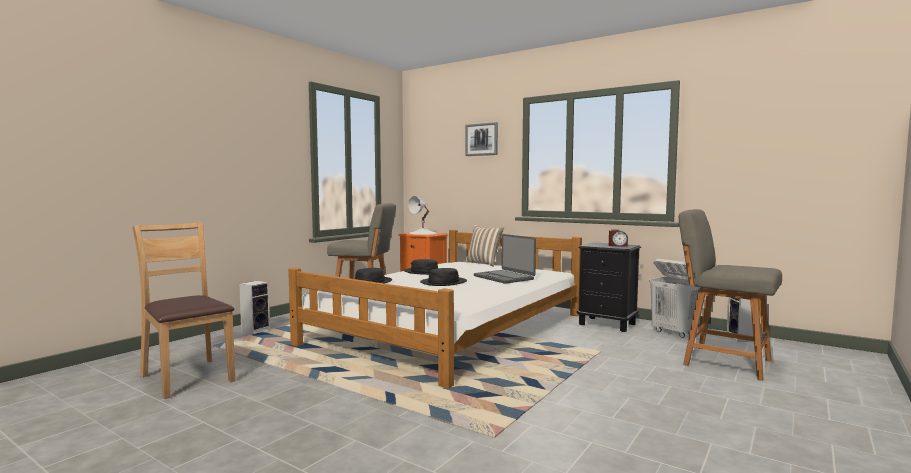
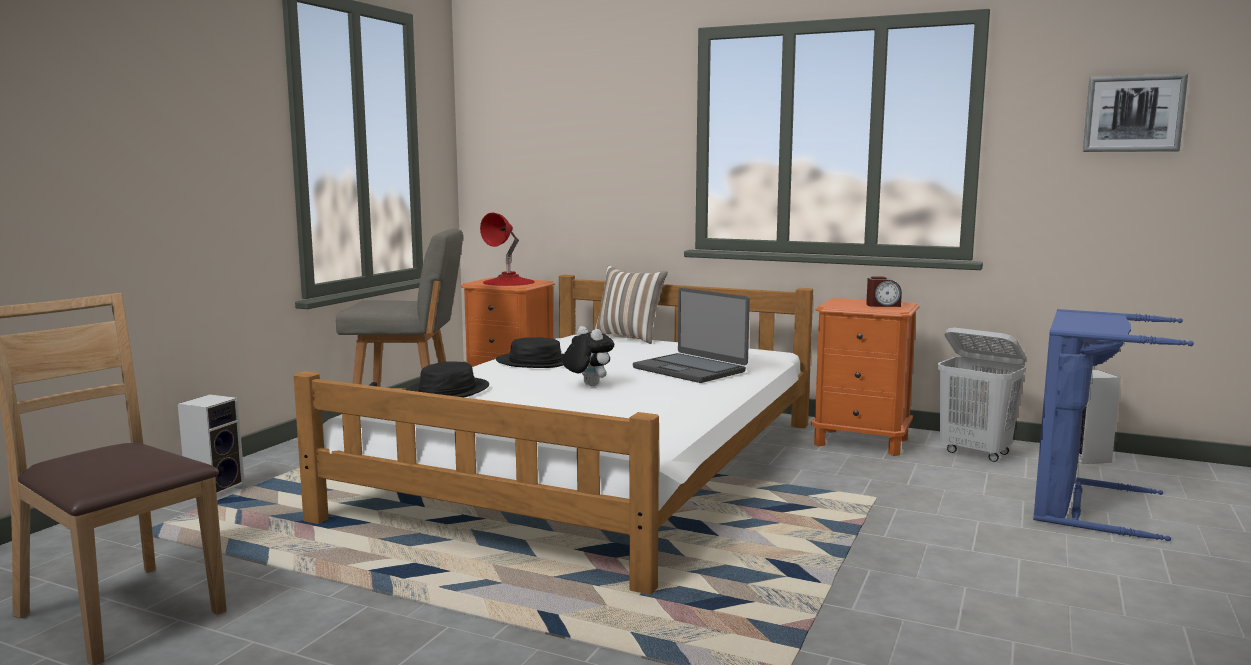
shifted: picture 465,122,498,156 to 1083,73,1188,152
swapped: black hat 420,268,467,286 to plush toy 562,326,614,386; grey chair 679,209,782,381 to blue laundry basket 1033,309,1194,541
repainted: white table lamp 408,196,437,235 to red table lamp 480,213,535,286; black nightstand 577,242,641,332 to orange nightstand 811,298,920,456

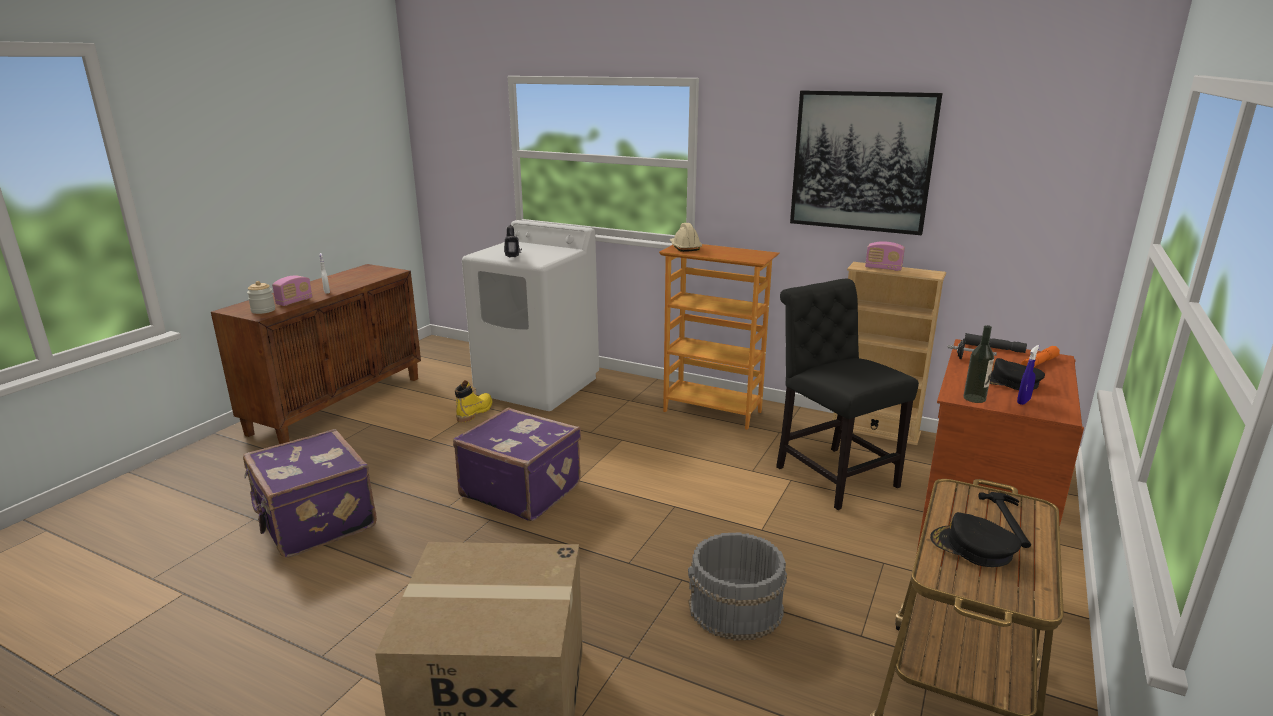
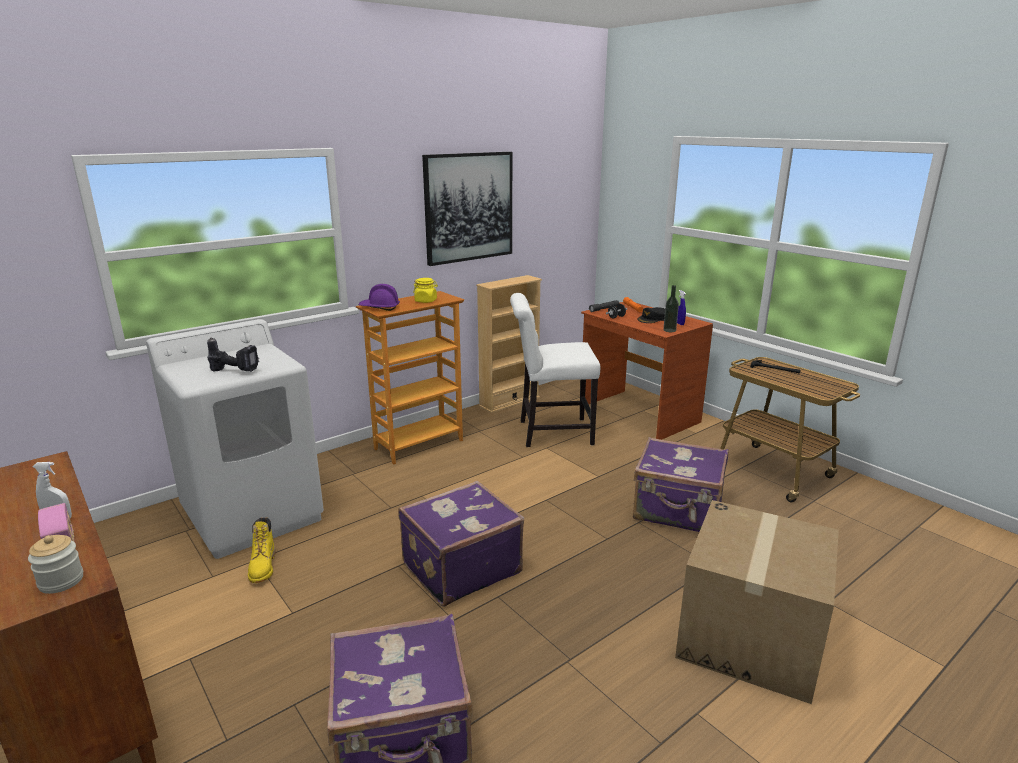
gone: radio 865,241,905,271; black cap 930,512,1022,567
new: yellow jar 413,278,438,303
swapped: grey bucket 688,532,787,641 to purple suitcase 633,437,728,532
repainted: beige hard hat 670,223,702,252 to purple hard hat 358,284,400,311; black chair 776,279,919,510 to white chair 510,293,600,447
rotated: yellow boot 455,380,492,423 = 248,517,276,583 150 degrees counterclockwise

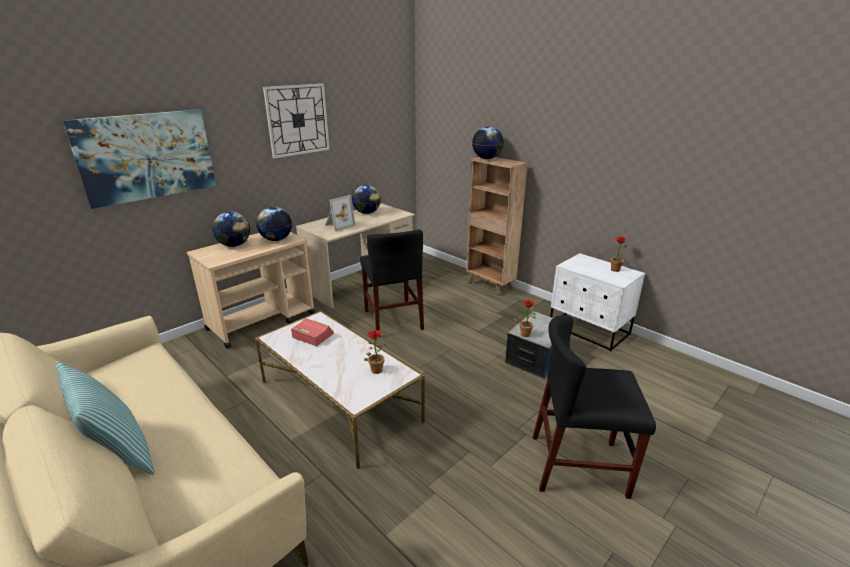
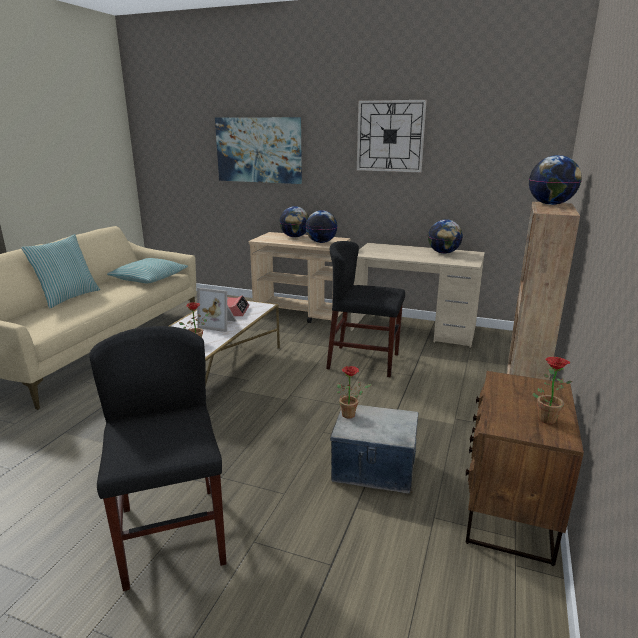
new: pillow 107,258,188,283
shifted: picture frame 325,195,356,231 to 197,288,236,332
repainted: white nightstand 550,253,645,351 to brown nightstand 466,371,584,566
rotated: black chair 360,230,424,337 = 326,241,405,377 60 degrees clockwise

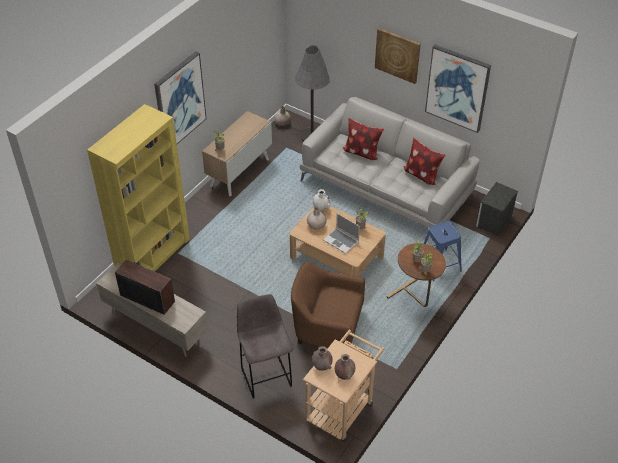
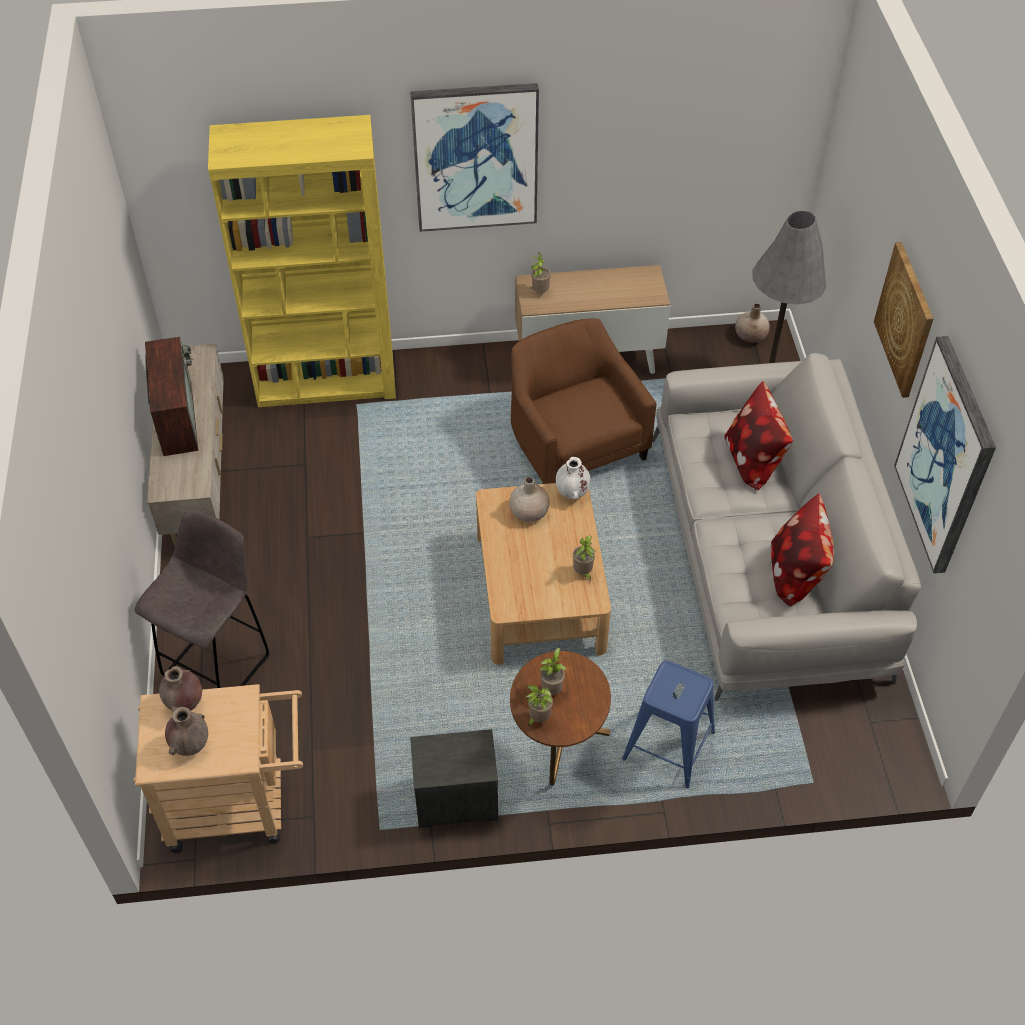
gone: laptop 323,213,360,254
shifted: brown armchair 291,261,365,348 to 511,318,657,484; nightstand 476,182,518,236 to 410,729,498,828

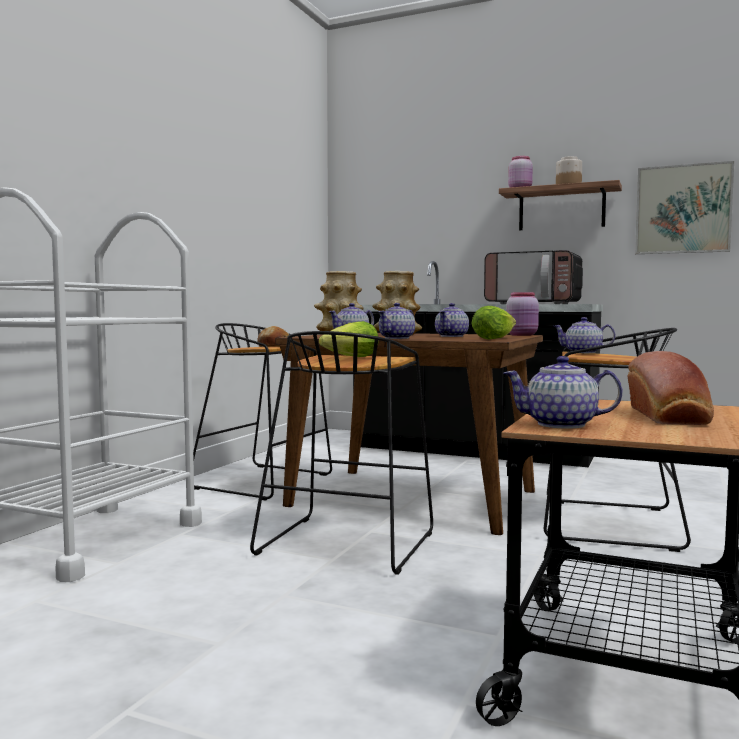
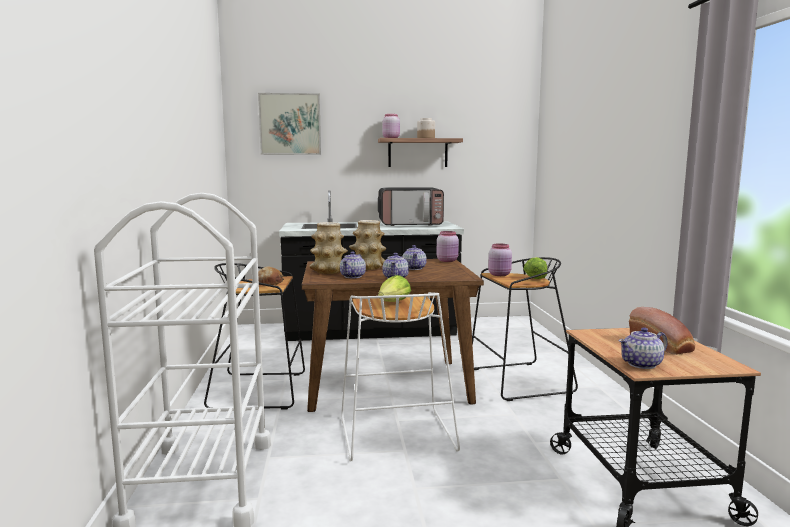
shifted: lettuce 471,306,516,340 to 523,257,547,279; picture 635,161,734,254 to 258,93,321,155
swapped: teapot 553,317,616,353 to pink jar 488,244,512,276
repainted: black stool 250,331,433,575 to white stool 341,292,460,462

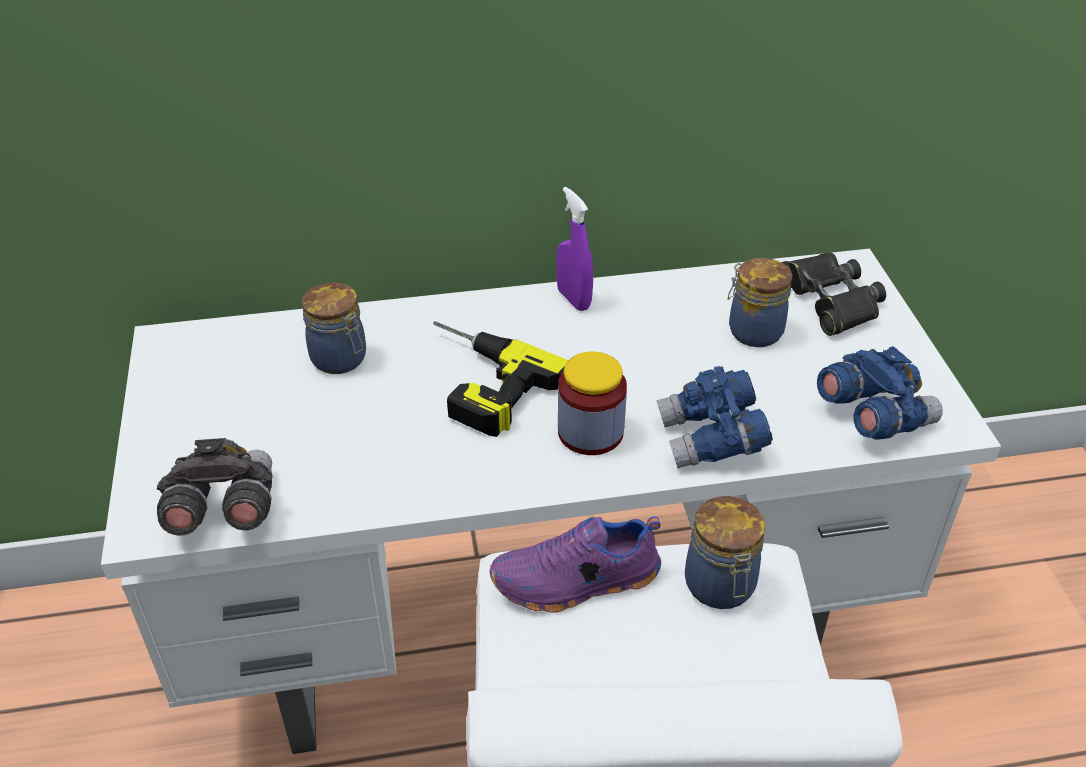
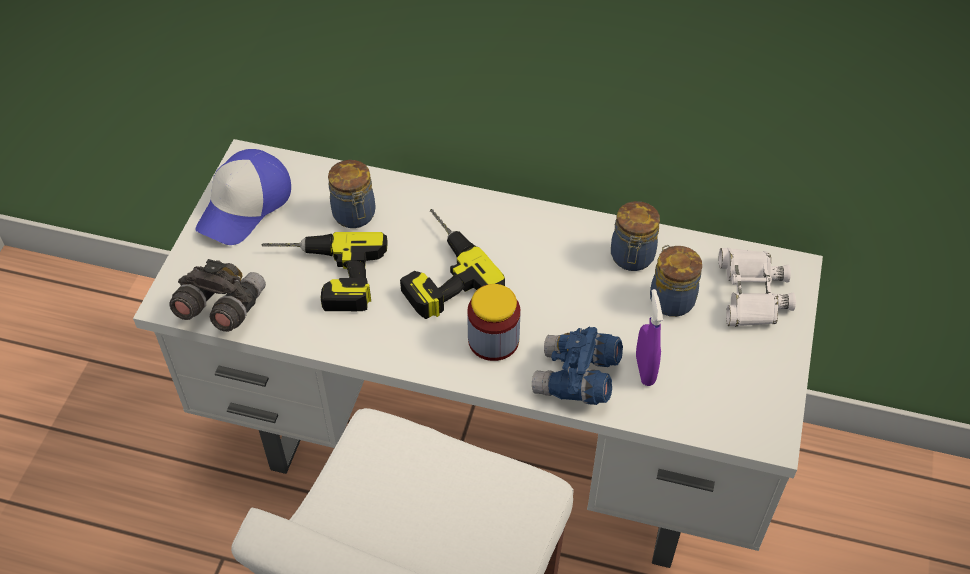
gone: purple shoe 490,516,661,613; blue binoculars 817,346,943,440
new: cap 196,149,291,245; power drill 262,232,388,311
shifted: purple spray bottle 556,187,593,311 to 636,289,663,386; jar 685,496,765,609 to 611,201,660,271
repainted: black binoculars 781,253,886,336 to white binoculars 719,248,796,327

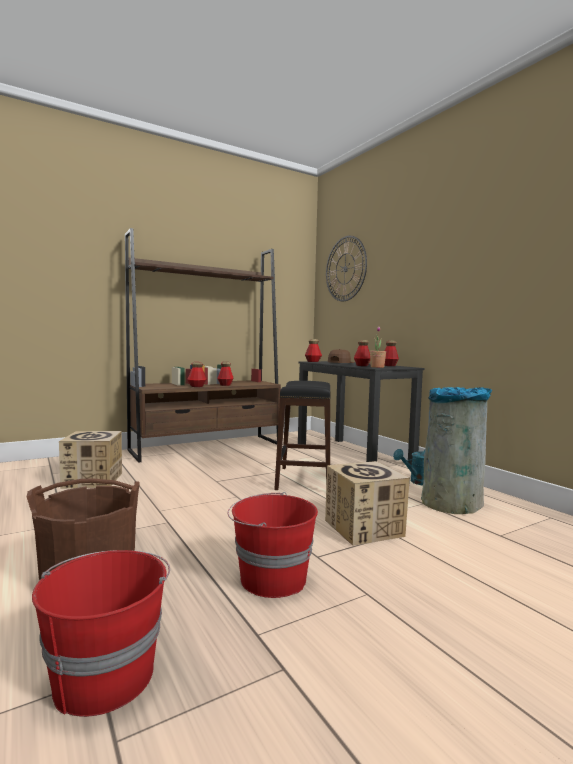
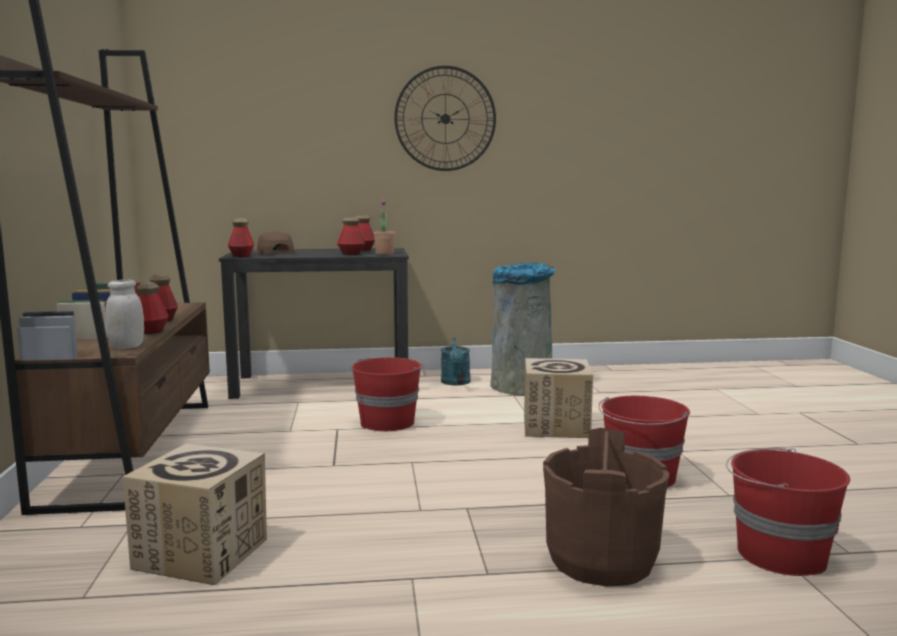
new: white jar 105,279,144,350
shifted: wall clock 326,236,367,301 to 394,66,496,171
swapped: black stool 274,381,330,490 to red bucket 351,357,424,431

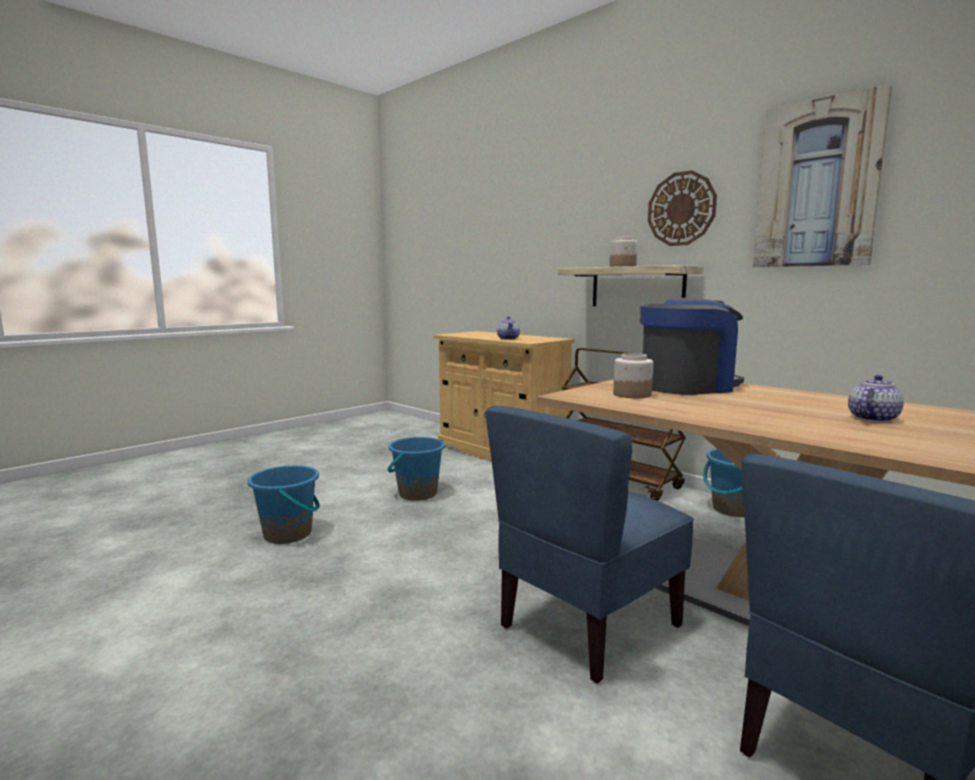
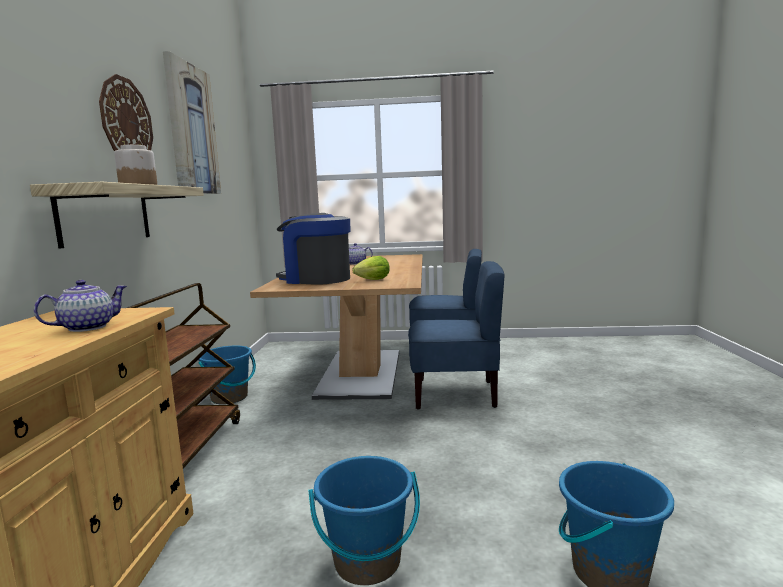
swapped: jar 613,353,653,398 to lettuce 352,256,390,280

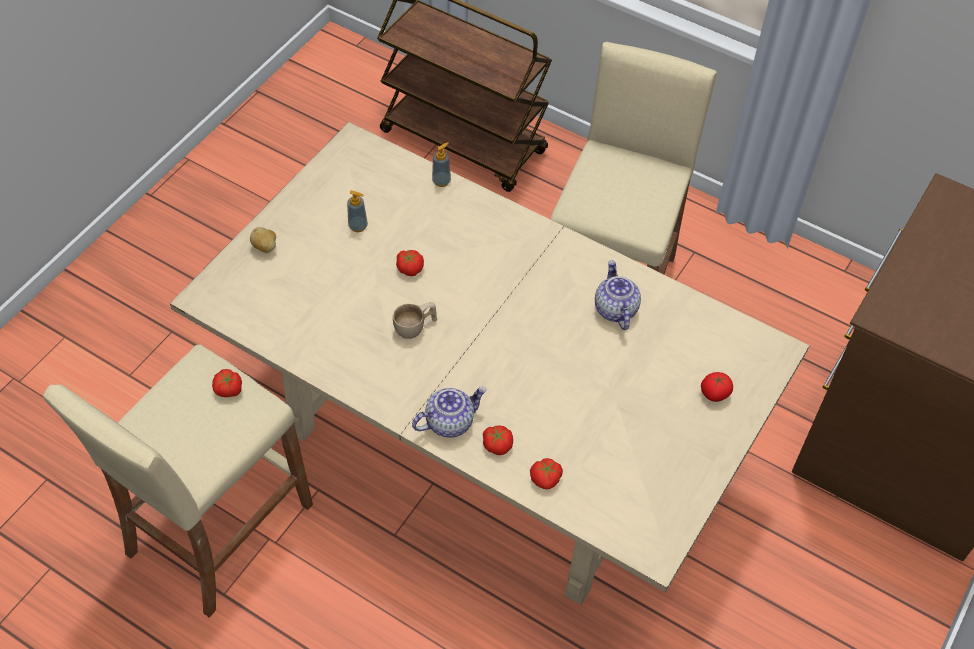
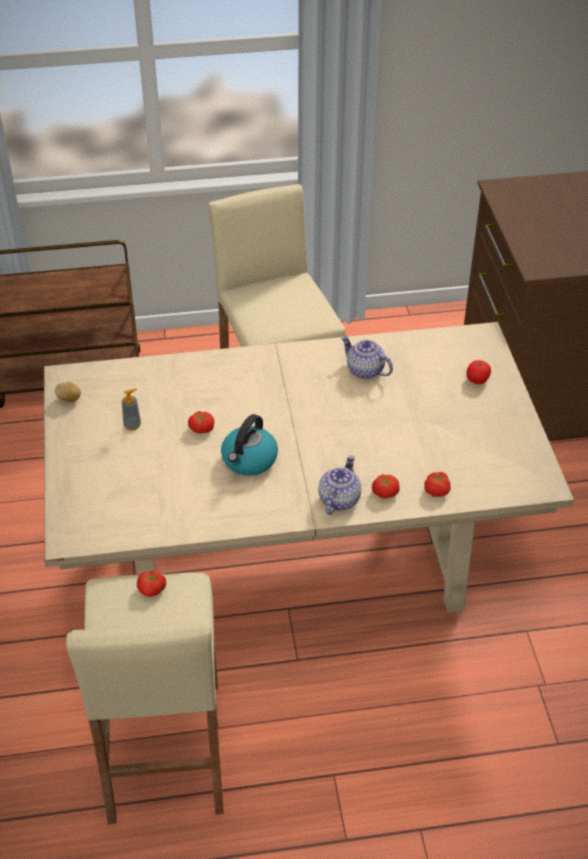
gone: soap dispenser 432,142,451,187
shifted: potato 250,227,276,253 to 55,382,81,402
swapped: beige cup 393,302,437,339 to kettle 221,414,278,476

